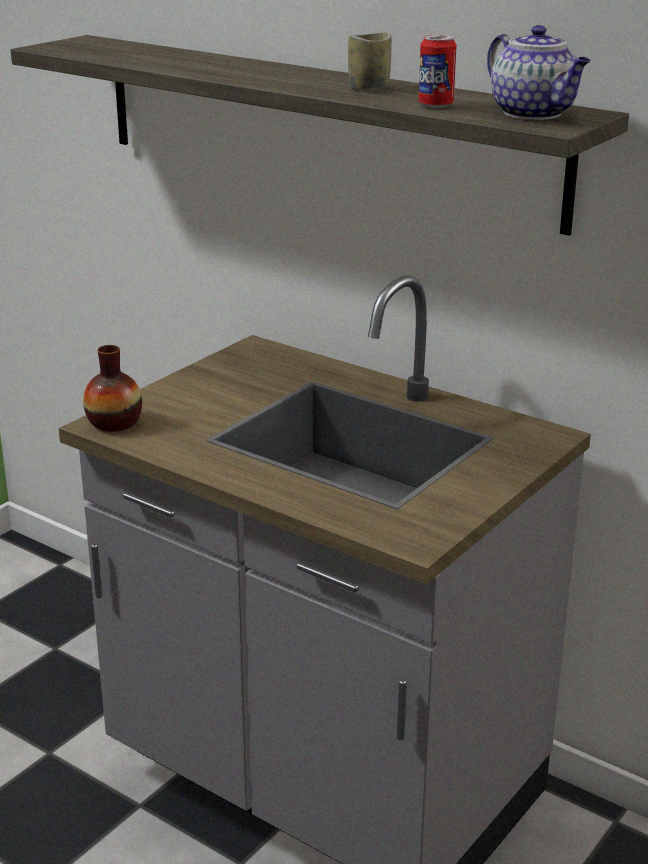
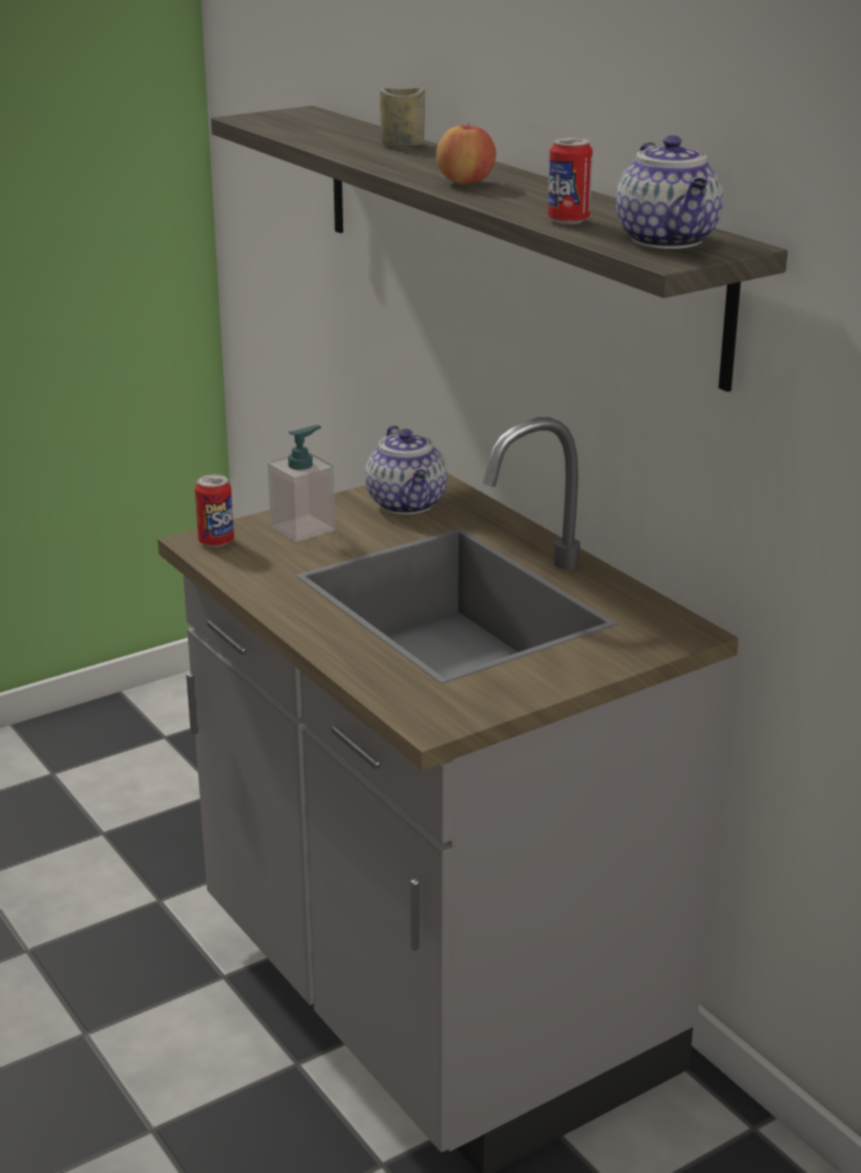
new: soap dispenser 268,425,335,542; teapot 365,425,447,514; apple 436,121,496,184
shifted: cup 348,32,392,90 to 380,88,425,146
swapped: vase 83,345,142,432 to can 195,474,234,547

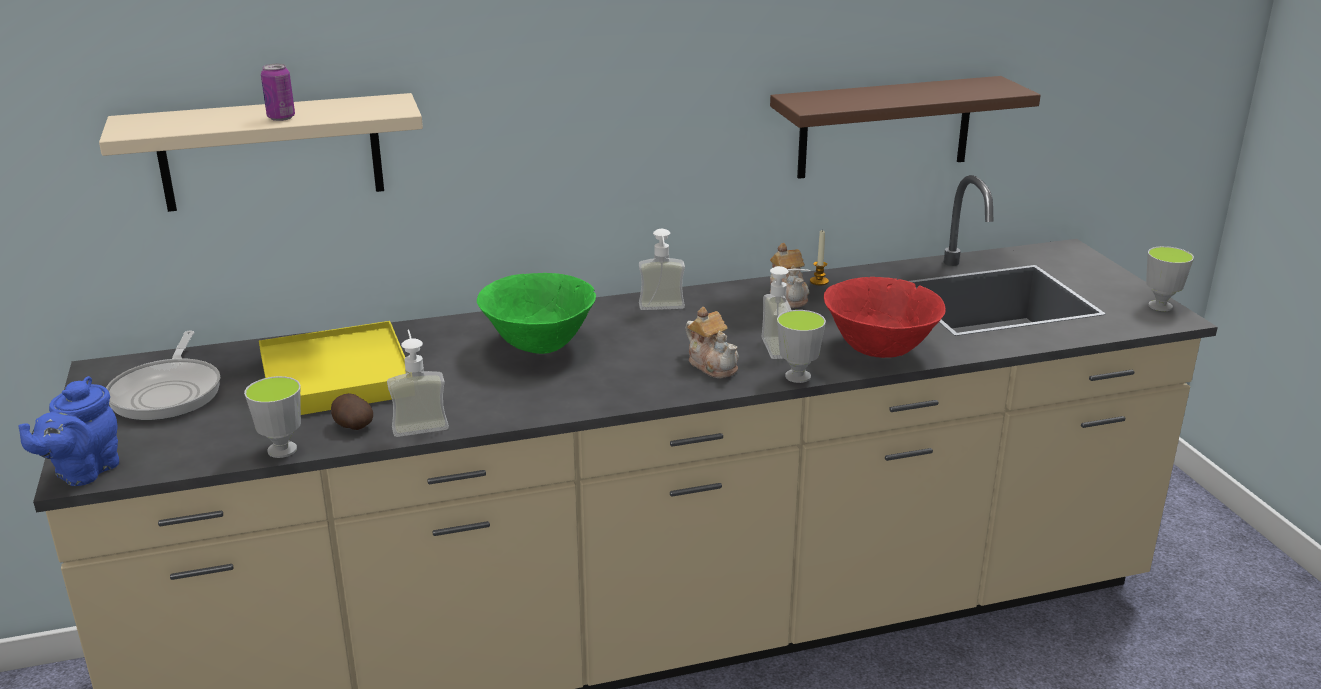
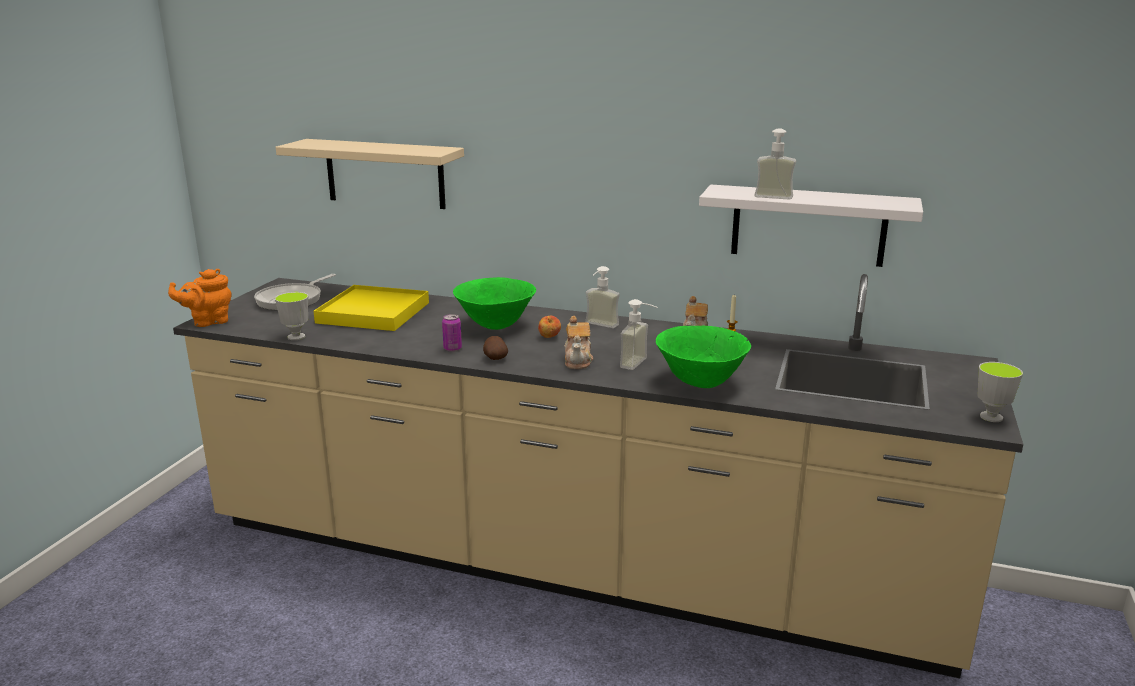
gone: cup 777,310,826,383
new: apple 538,316,561,338
shifted: can 261,64,295,121 to 442,314,462,352; potato 331,393,373,430 to 483,336,508,360; soap dispenser 387,330,449,437 to 755,128,796,200
repainted: blue teapot 18,376,119,486 to orange teapot 168,269,232,327; brown shelf 770,76,1041,179 to white shelf 699,185,923,267; red bowl 824,277,946,358 to green bowl 656,326,751,388

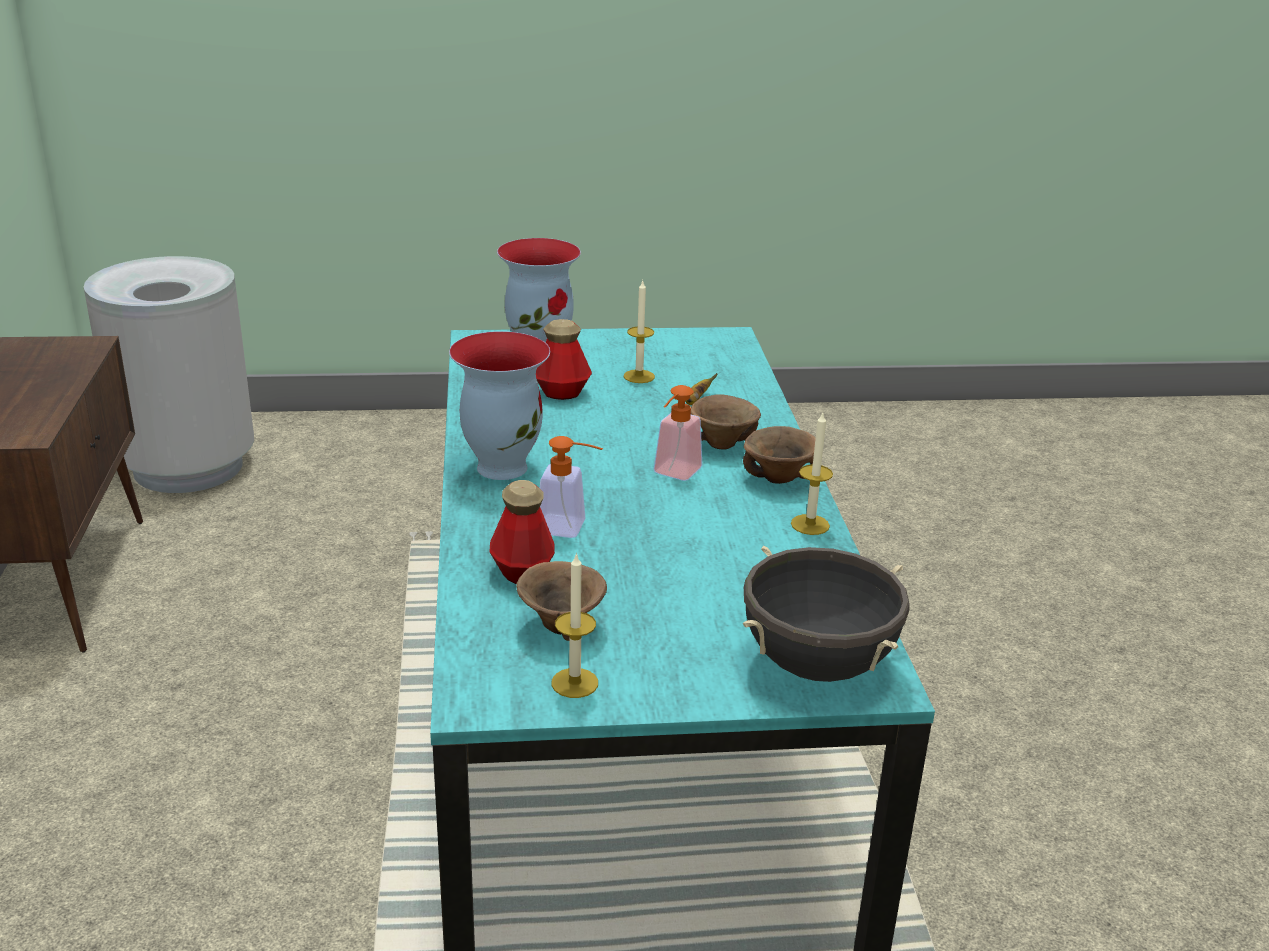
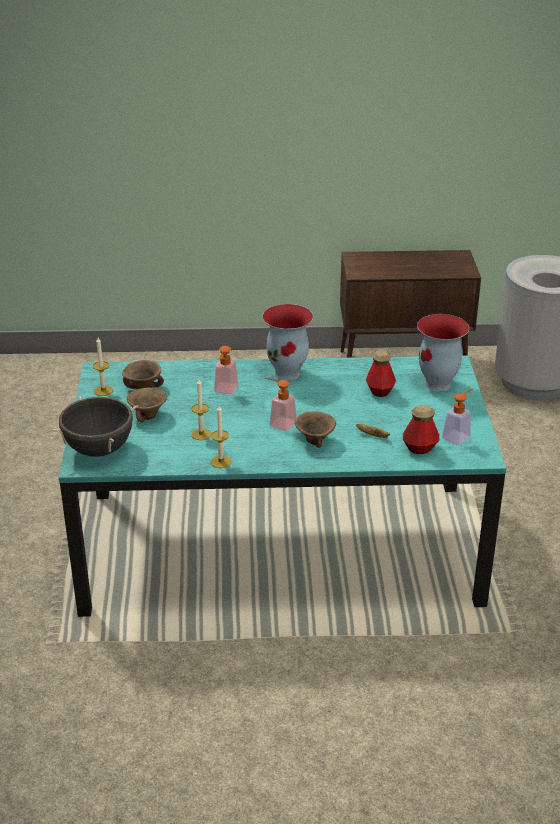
new: soap dispenser 442,389,473,446
shifted: bottle 490,480,555,584 to 403,405,439,454; candle 624,280,655,383 to 191,379,212,440; brown bowl 743,426,816,484 to 127,388,167,422

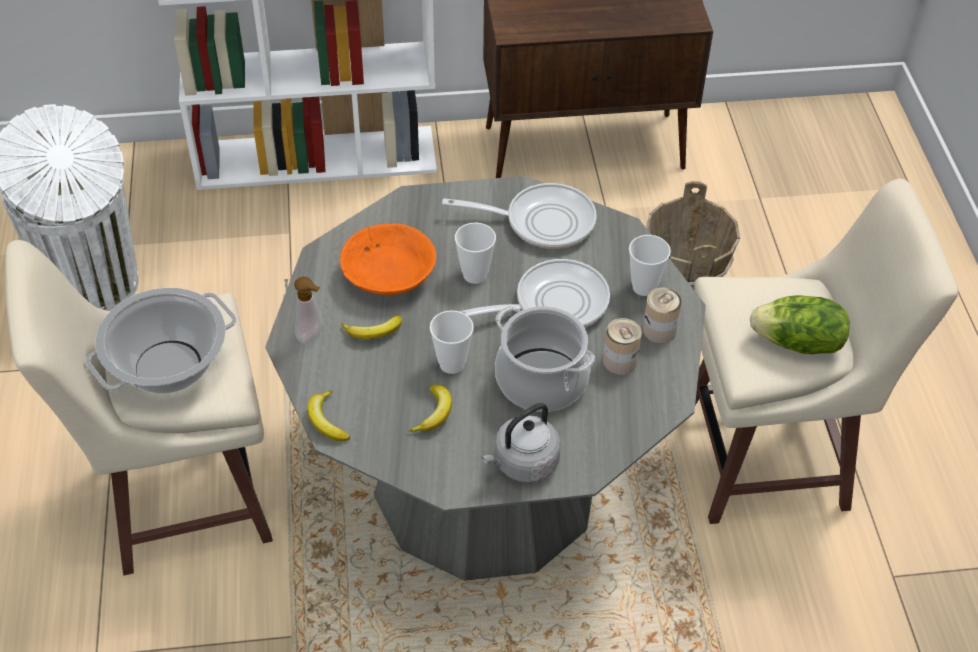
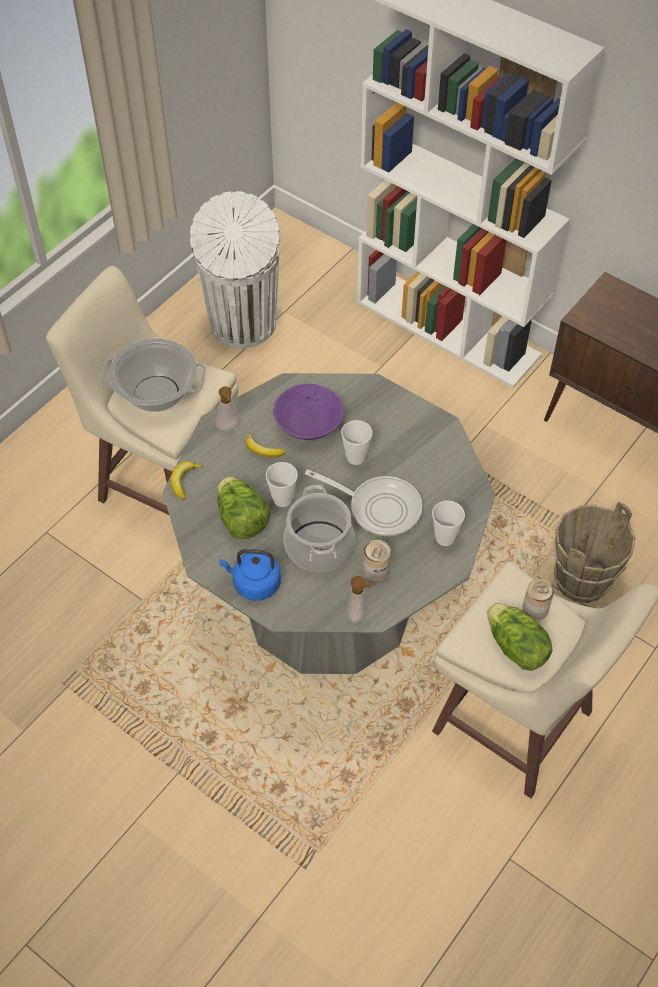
gone: frying pan 442,183,597,249
new: soap dispenser 347,576,372,623
shifted: can 643,288,682,343 to 523,579,554,620
swapped: banana 408,385,452,432 to lettuce 217,477,270,539
repainted: orange bowl 340,224,436,295 to purple bowl 273,384,344,440; grey kettle 481,403,561,483 to blue kettle 219,549,281,601

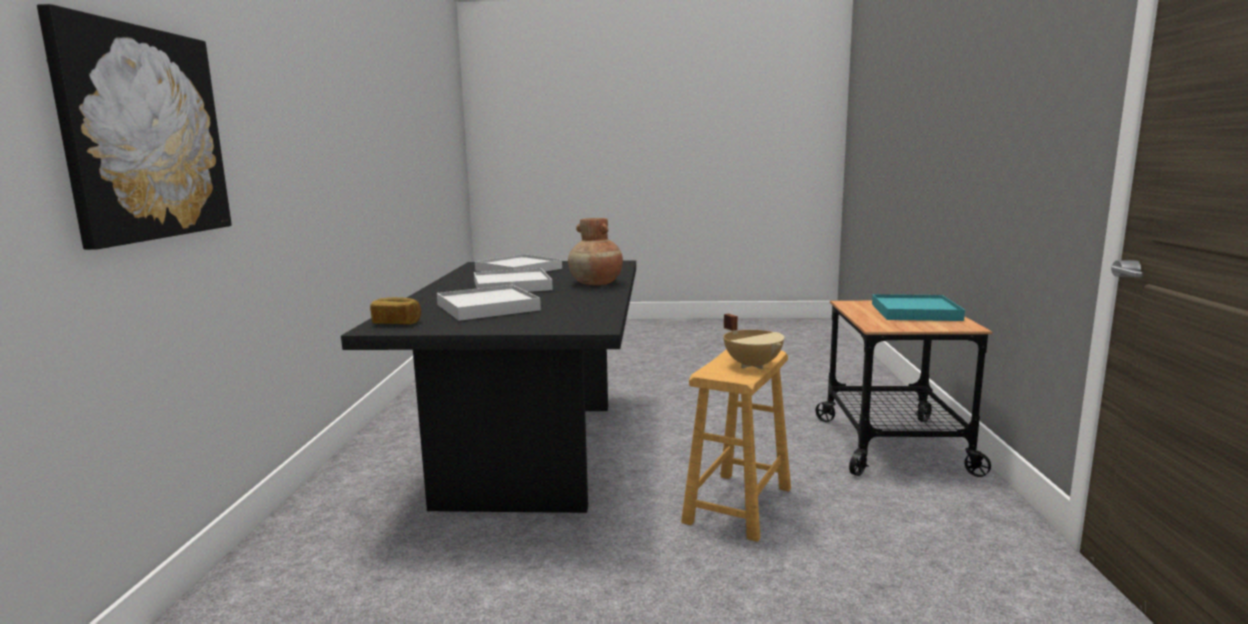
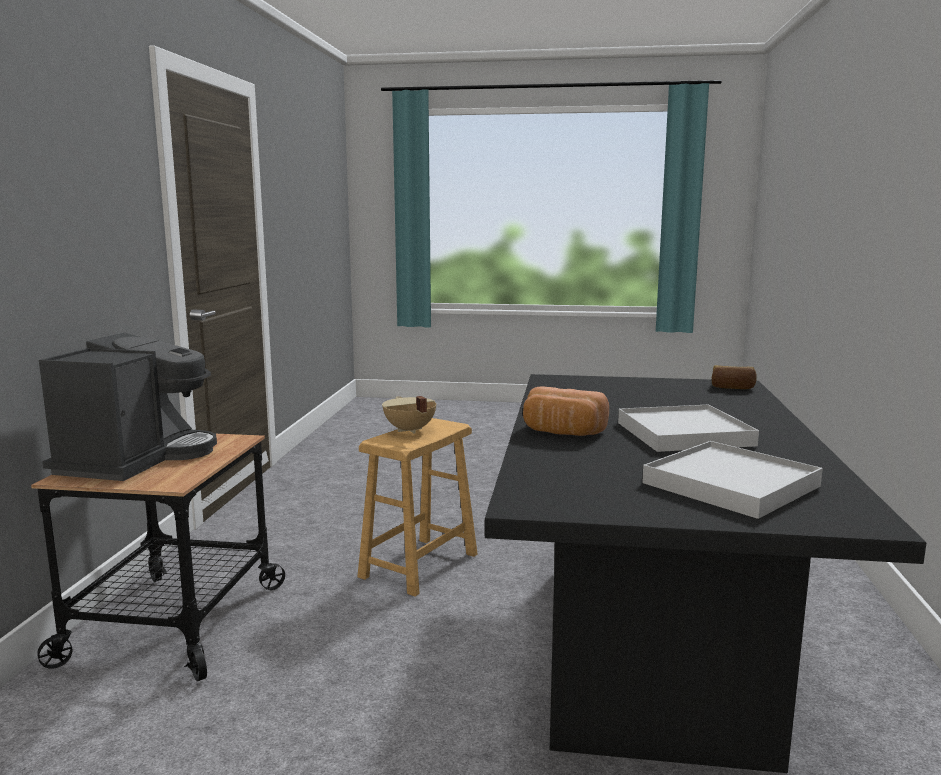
gone: picture 37,4,232,250; white tray 437,285,541,321
swapped: brown vase 568,218,623,285 to bread 523,387,609,436; turquoise tray 872,294,965,321 to coffee machine 39,332,217,481

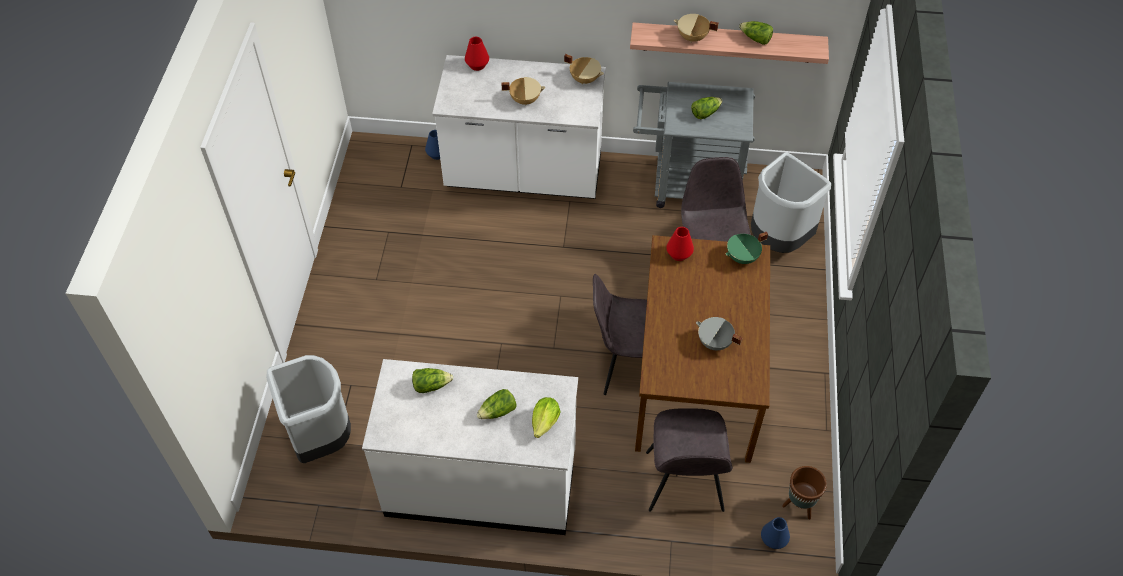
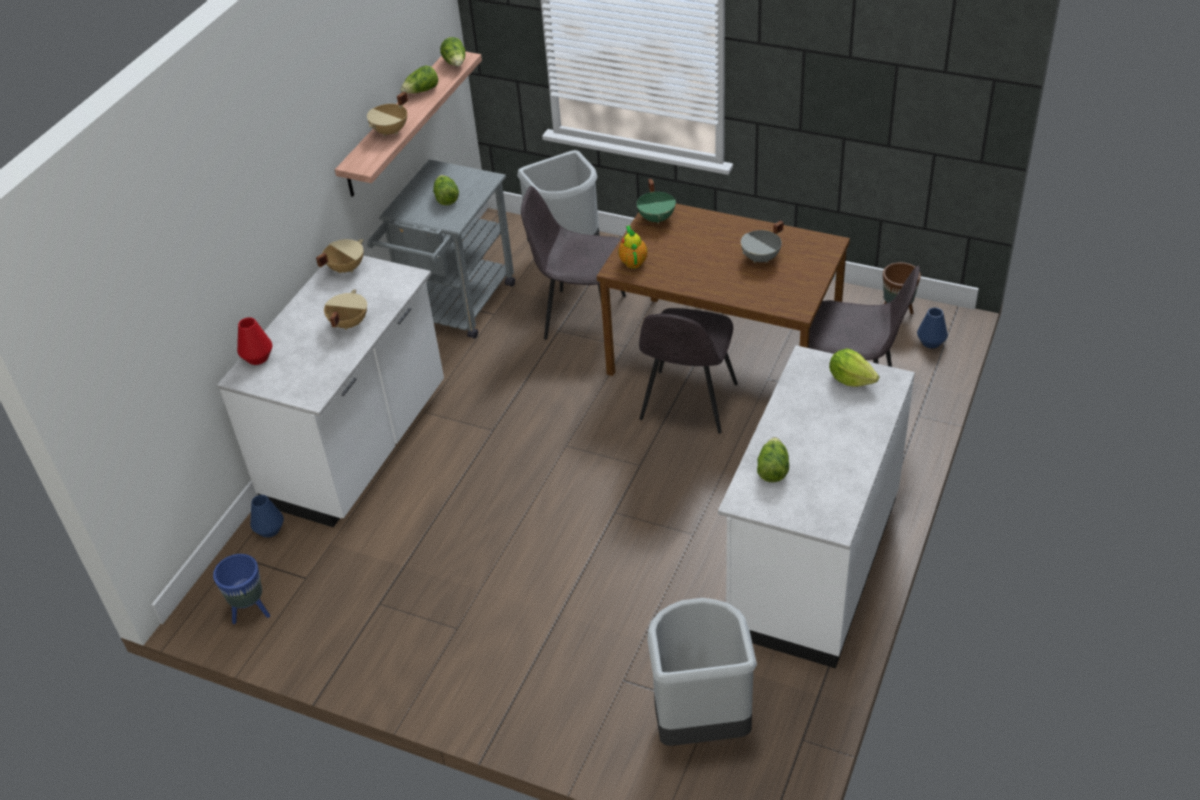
new: blue planter 213,554,270,624
shifted: lettuce 477,389,516,419 to 440,37,465,67
swapped: red vase 666,227,694,261 to teapot 619,226,647,268

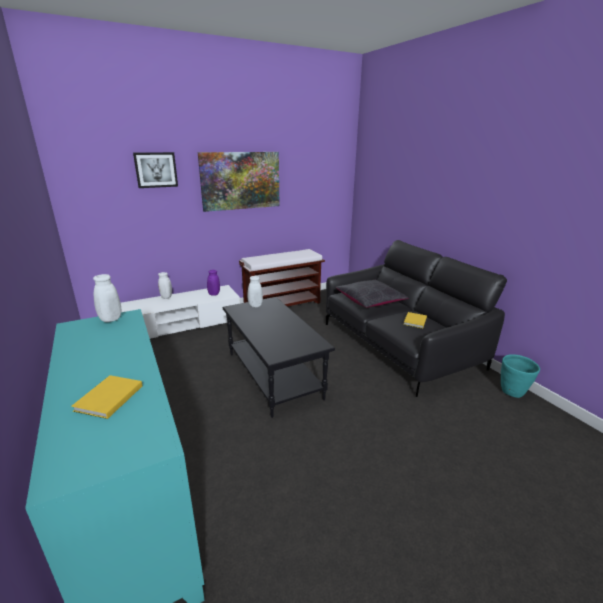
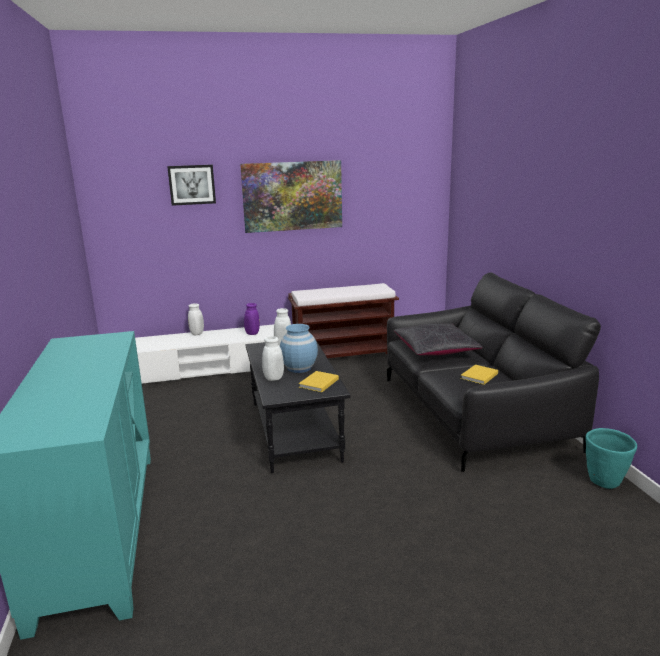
new: blue vase 280,324,318,373
shifted: yellow book 71,375,142,419 to 299,371,339,392; white vase 93,274,121,322 to 262,336,284,381

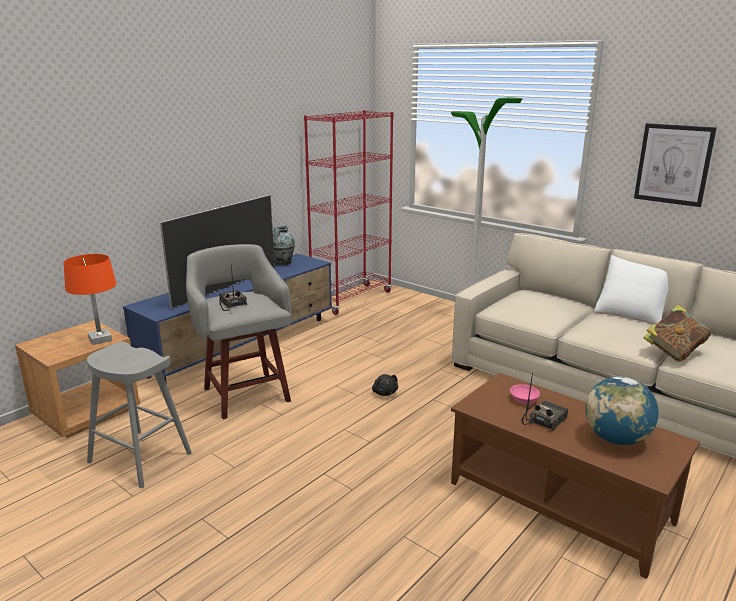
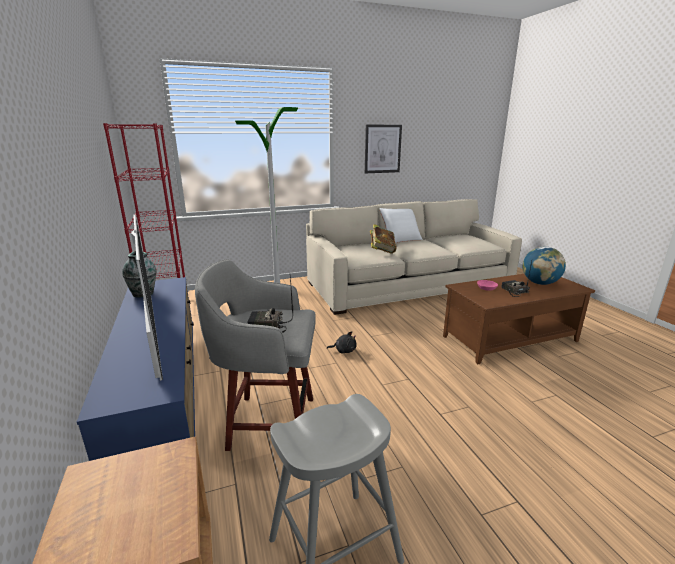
gone: orange table lamp 64,254,116,345
shifted: book 644,305,711,362 to 370,224,397,254

